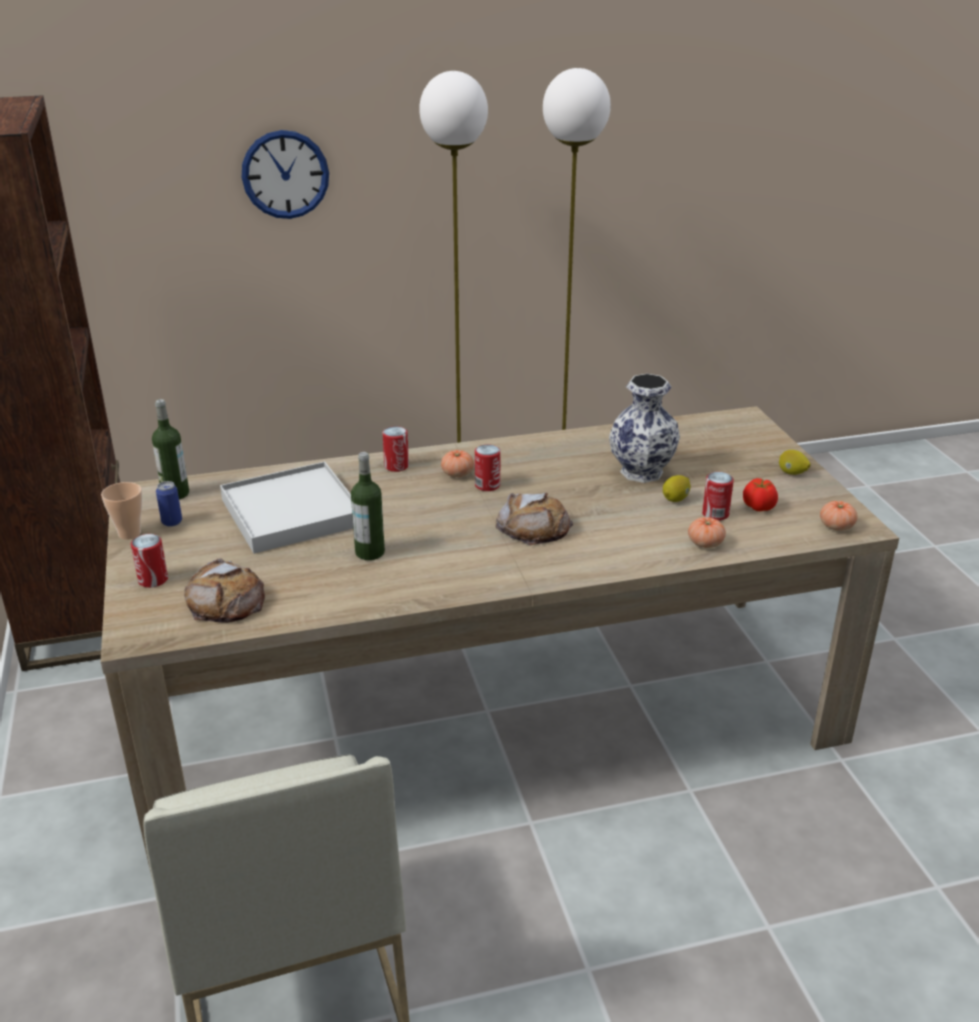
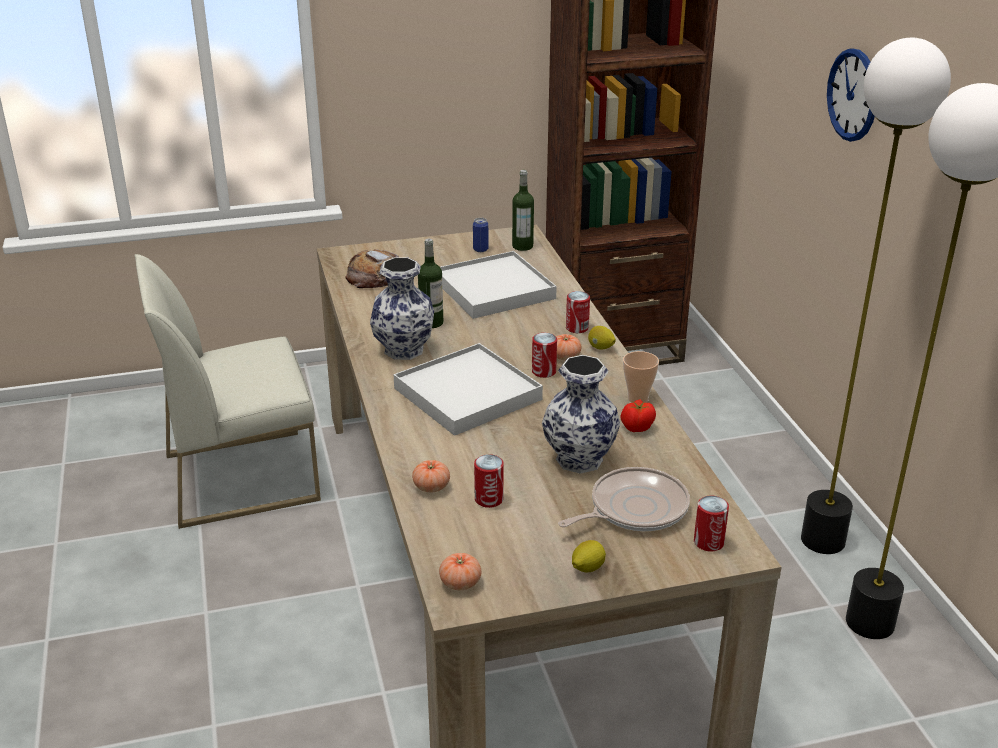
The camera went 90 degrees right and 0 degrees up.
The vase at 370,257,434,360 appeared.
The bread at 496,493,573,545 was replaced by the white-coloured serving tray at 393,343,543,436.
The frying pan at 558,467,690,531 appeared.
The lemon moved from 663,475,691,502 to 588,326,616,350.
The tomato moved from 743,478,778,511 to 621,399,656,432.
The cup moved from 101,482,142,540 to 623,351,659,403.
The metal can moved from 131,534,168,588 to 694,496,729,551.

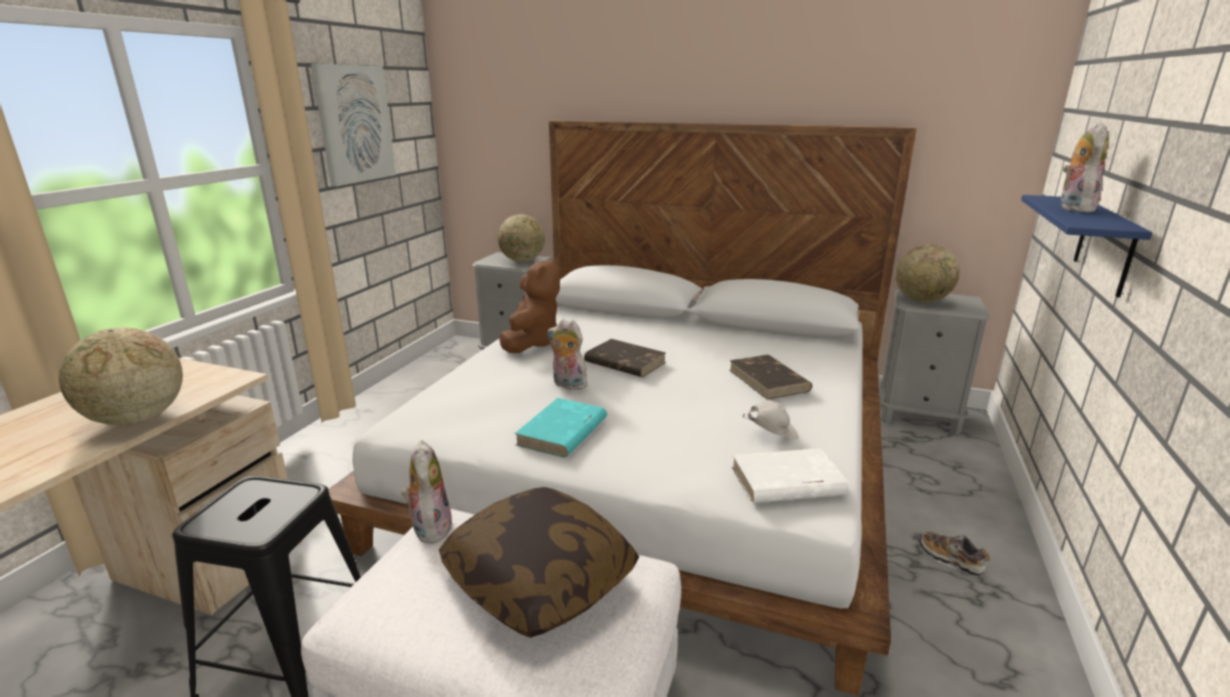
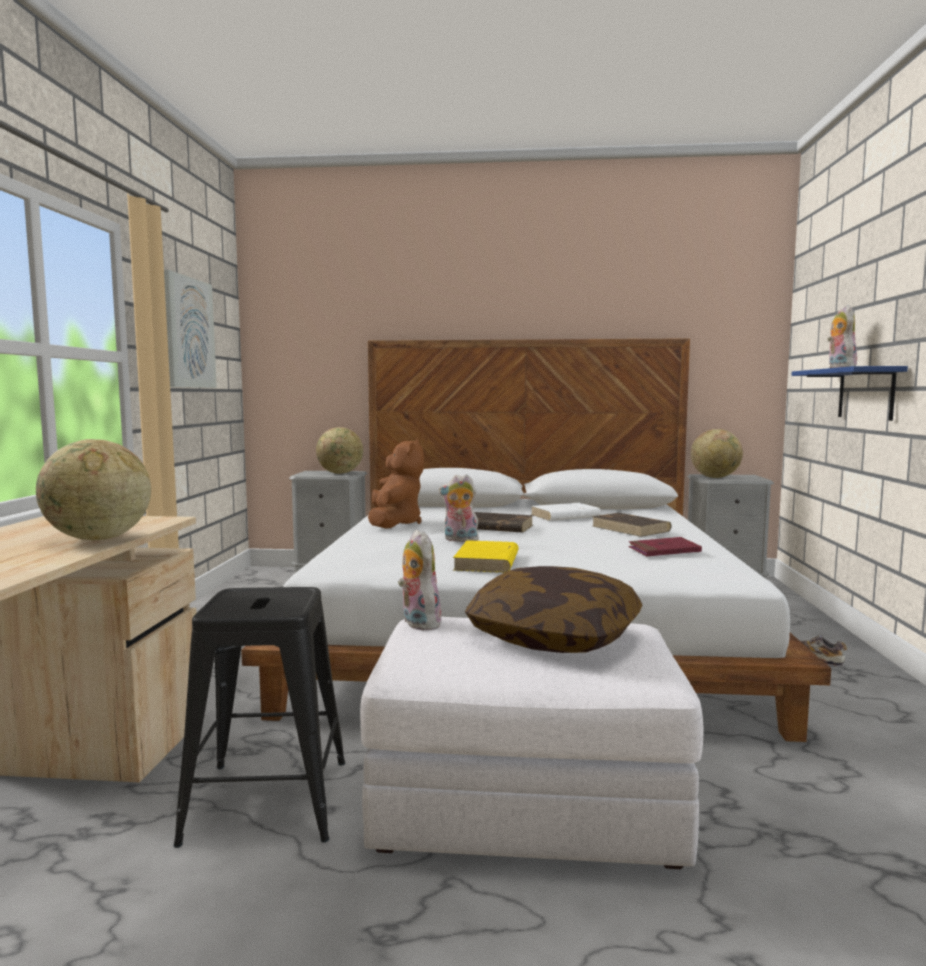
The camera went 15 degrees left and 15 degrees down.
The blue-green volume at 514,398,607,458 became the yellowish volume at 453,540,519,573.
The white-coloured volume moved from 731,448,850,503 to 531,503,601,521.
The white-coloured cap at 742,401,798,439 was replaced by the red-coloured volume at 628,537,702,556.

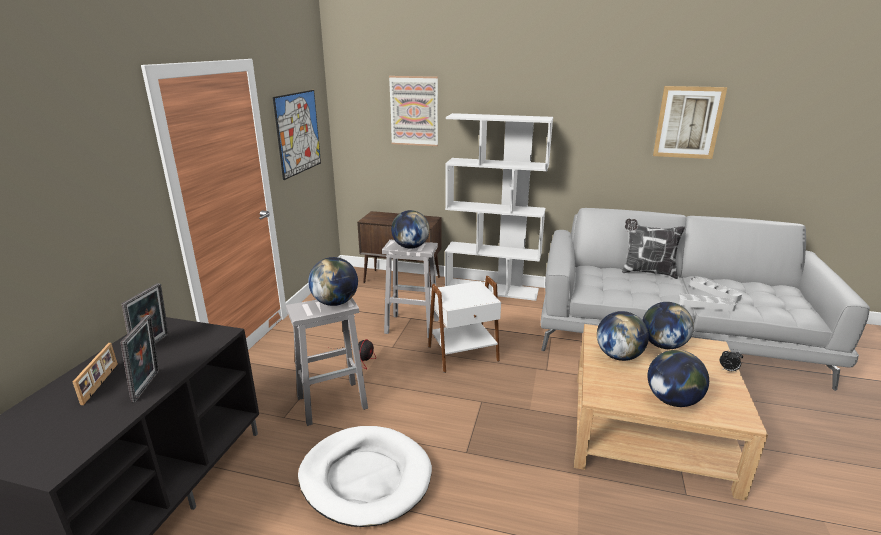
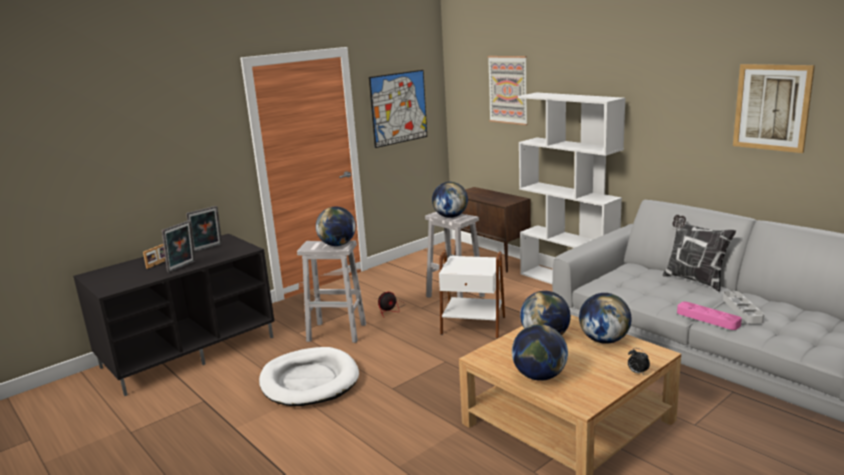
The camera went 35 degrees right and 5 degrees down.
The grey serving tray at 678,294,736,311 became the pinkish serving tray at 677,302,742,330.

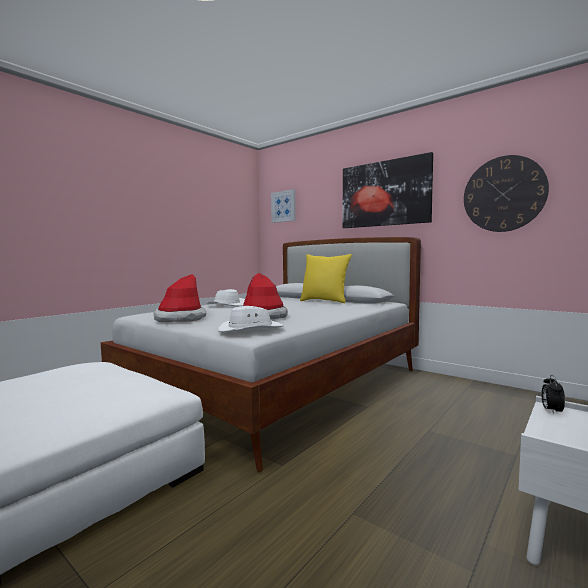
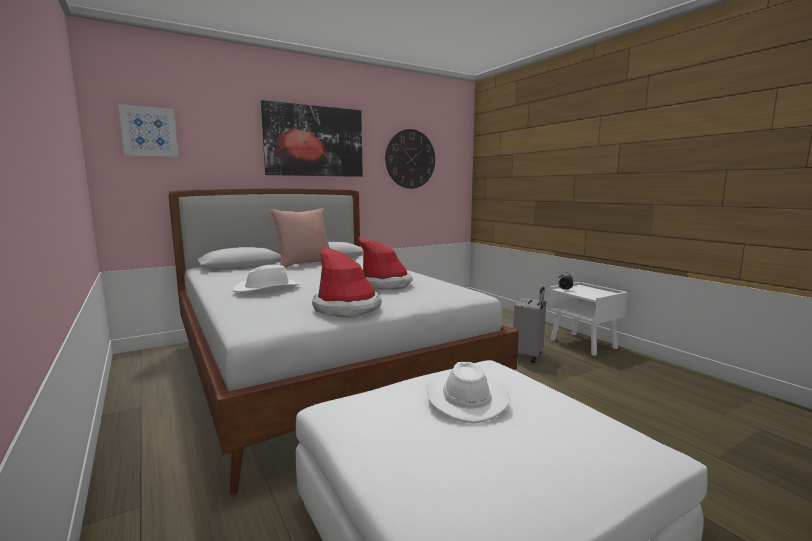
The camera went 70 degrees left and 5 degrees up.
The yellowish throw pillow at 300,254,352,303 became the pinkish throw pillow at 270,209,330,268.
The white-coloured wearable hat moved from 218,306,284,332 to 426,362,510,423.
The grey suitcase at 513,287,546,363 appeared.

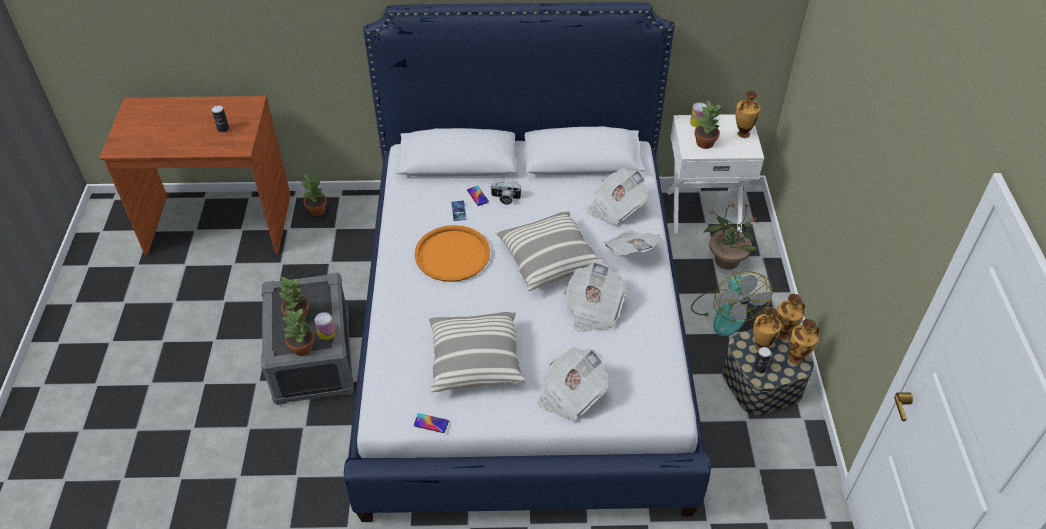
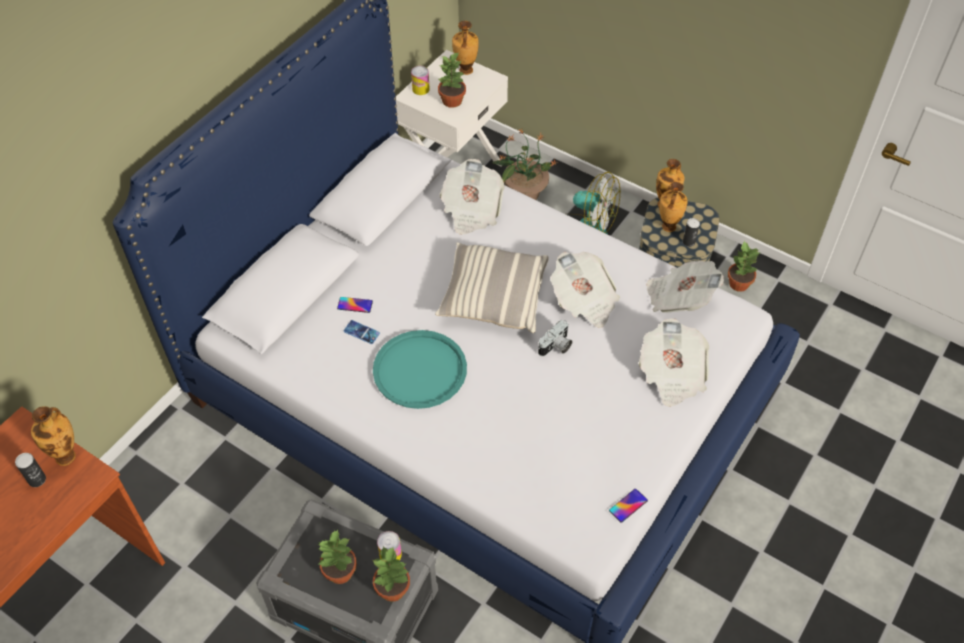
The camera went 55 degrees left and 5 degrees up.
The vase moved from 788,319,819,365 to 31,406,76,466.
The orange-coloured serving tray at 414,225,490,282 became the blue-green serving tray at 373,330,467,409.
The photo camera moved from 490,181,522,205 to 538,320,572,356.
The newspaper moved from 604,230,664,255 to 646,261,724,313.
The potted plant moved from 301,173,327,216 to 728,241,760,292.
The throw pillow at 429,311,525,392 disappeared.

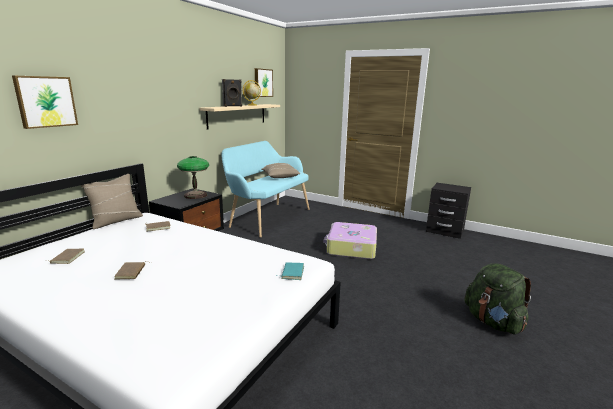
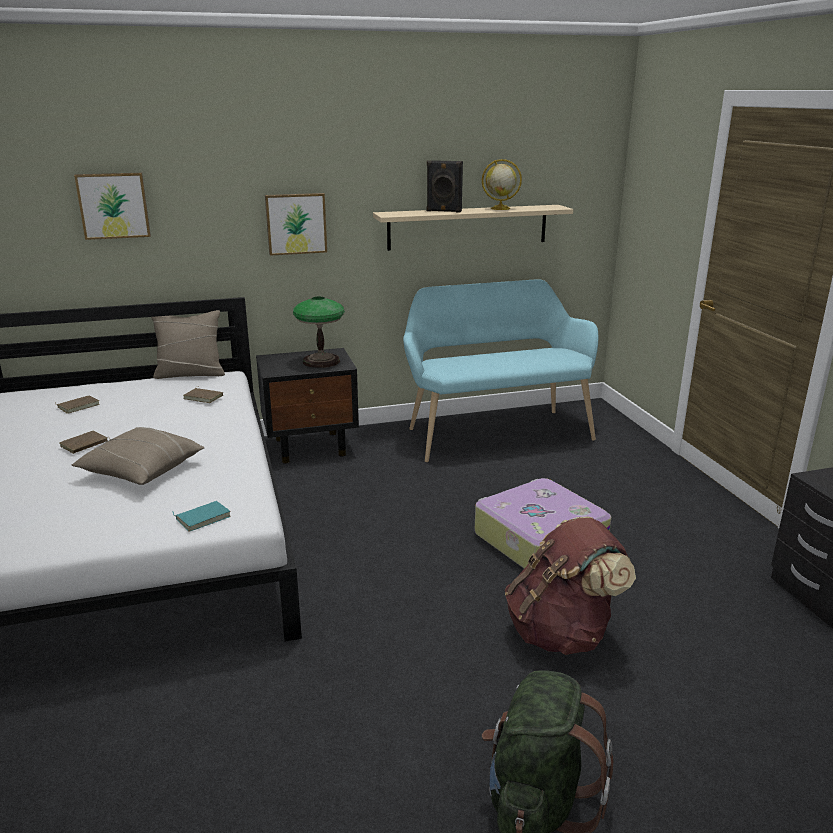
The camera went 45 degrees right and 5 degrees up.
The beige throw pillow moved from 262,163,301,178 to 72,427,204,485.
The wall art moved from 255,68,273,97 to 265,193,327,256.
The brownish backpack at 505,516,636,655 appeared.

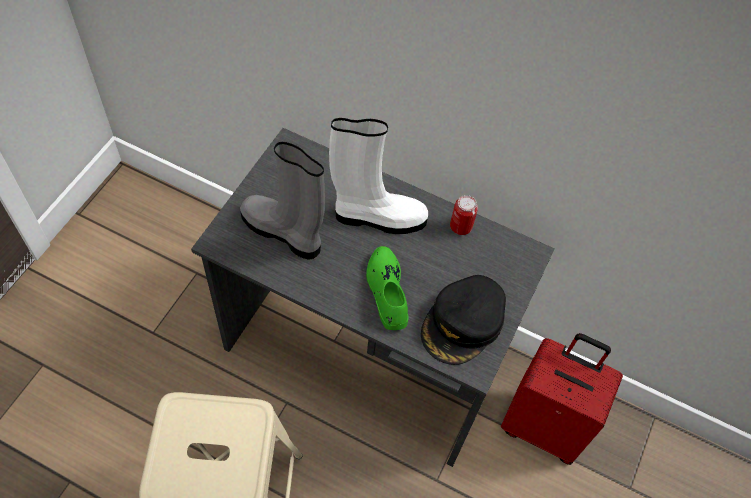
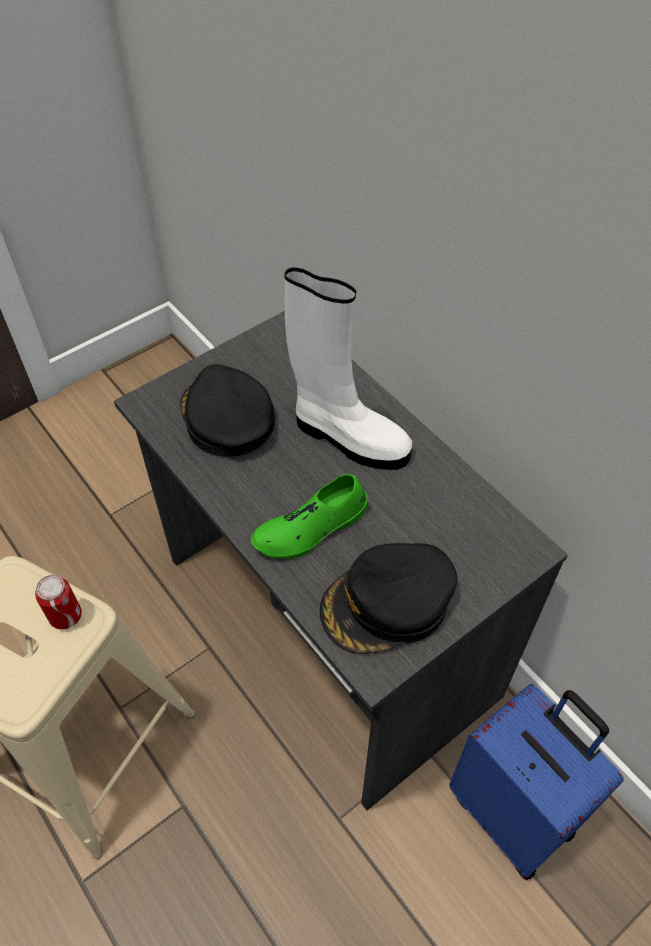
The camera went 30 degrees right and 5 degrees down.
The metal can moved from 450,195,478,235 to 35,575,82,629.
The grey high-top boot at 240,142,325,260 was replaced by the black cap at 180,364,275,457.
The greenish shoe at 366,246,409,330 turned 135 degrees counterclockwise.
The red-coloured suitcase at 501,333,623,465 became the bluish suitcase at 449,684,623,880.

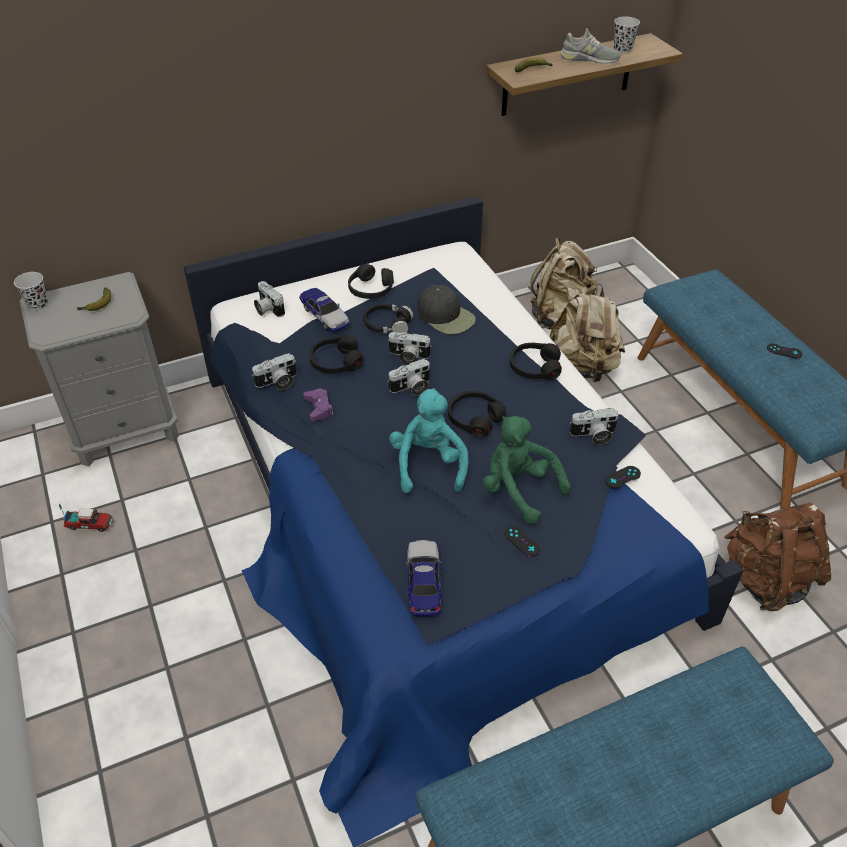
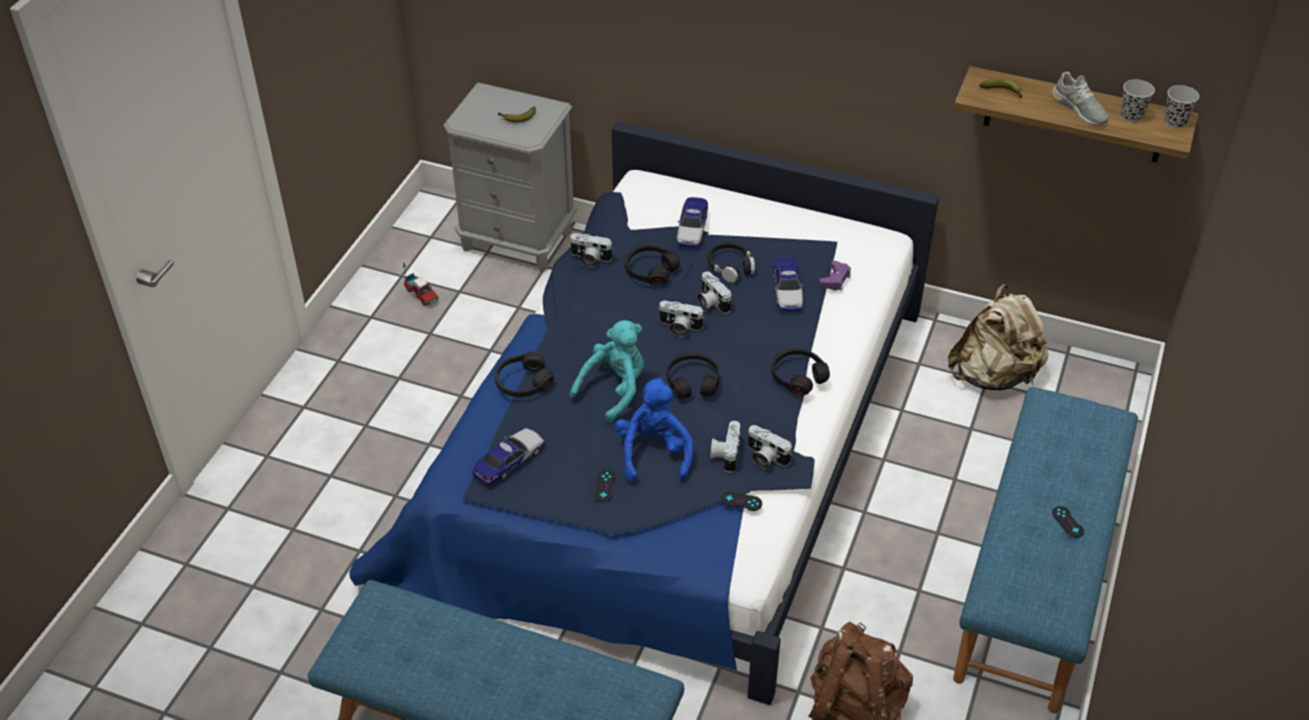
The camera went 45 degrees right and 0 degrees up.
The black headphones moved from 348,264,394,299 to 494,352,554,397.
The greenish plush toy at 483,416,571,524 became the bluish plush toy at 615,378,693,482.
The photo camera moved from 254,281,285,317 to 710,421,740,473.
The black cap at 418,285,476,334 was replaced by the miniature car at 773,257,804,312.
The purplish gamepad moved from 303,389,333,421 to 819,261,851,291.
The black cup moved from 14,272,48,311 to 1164,85,1199,128.
The beige backpack at 550,284,625,383 disappeared.

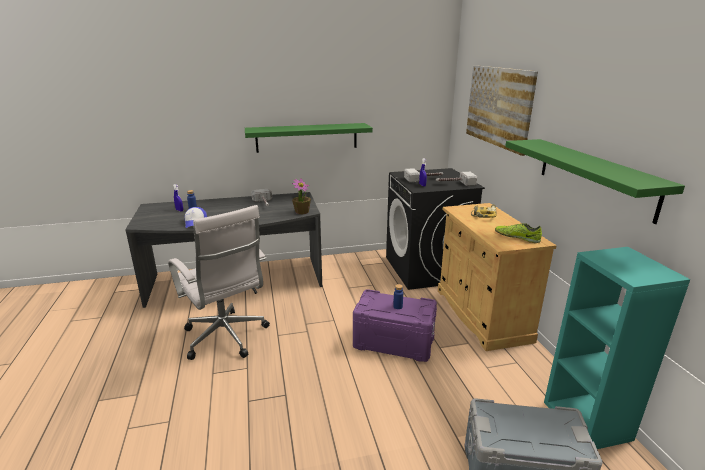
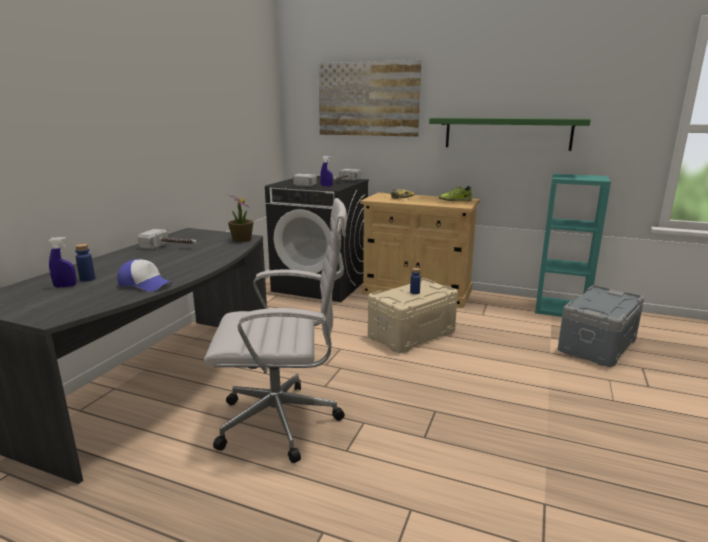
The camera went 55 degrees left and 5 degrees down.
The purplish storage container at 353,289,437,362 became the beige storage container at 368,278,458,353.
The greenish wall shelf at 245,123,373,153 disappeared.

